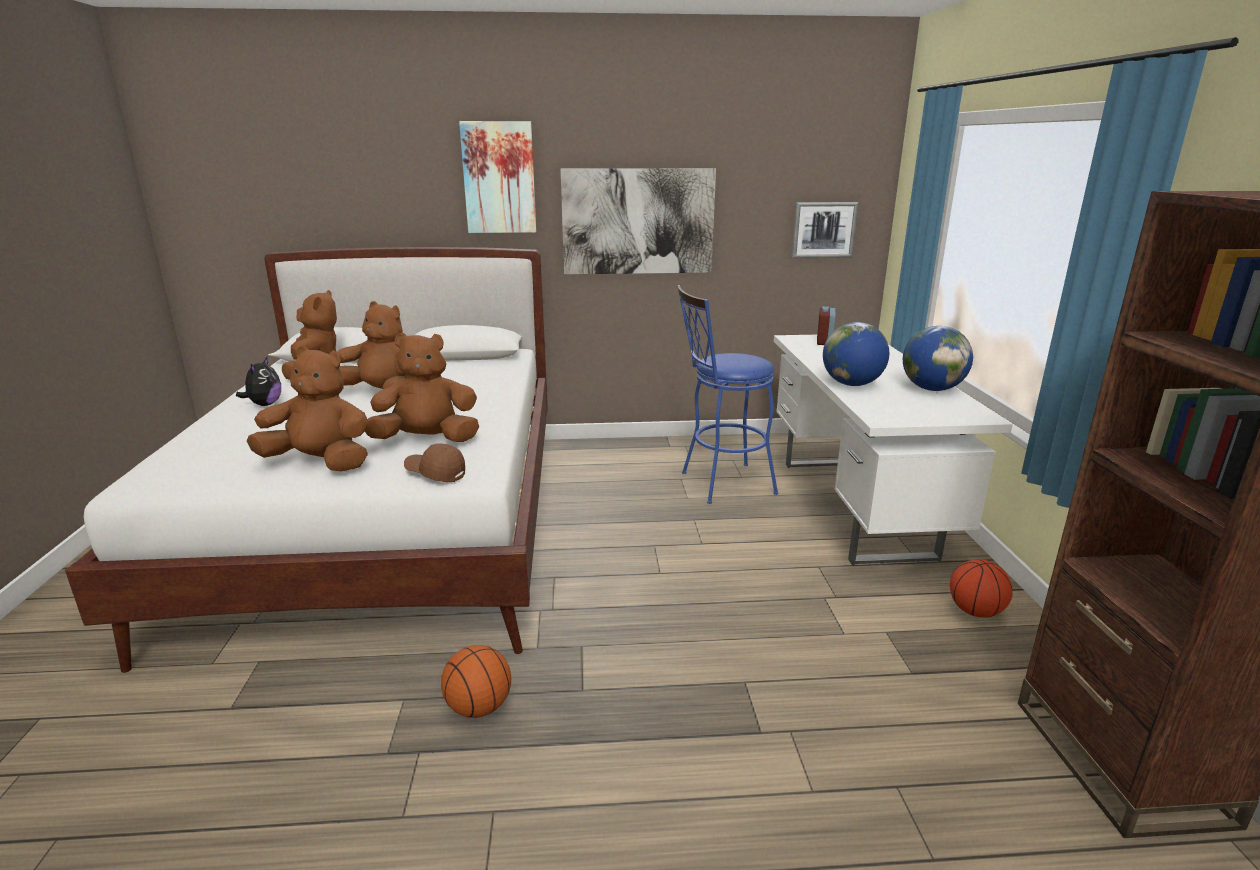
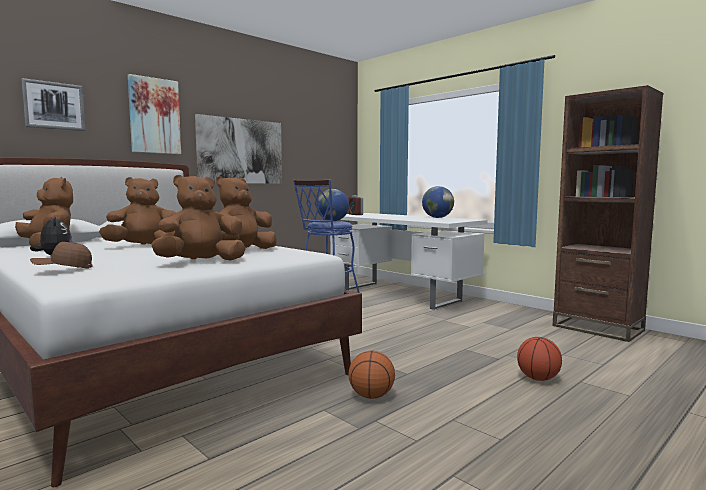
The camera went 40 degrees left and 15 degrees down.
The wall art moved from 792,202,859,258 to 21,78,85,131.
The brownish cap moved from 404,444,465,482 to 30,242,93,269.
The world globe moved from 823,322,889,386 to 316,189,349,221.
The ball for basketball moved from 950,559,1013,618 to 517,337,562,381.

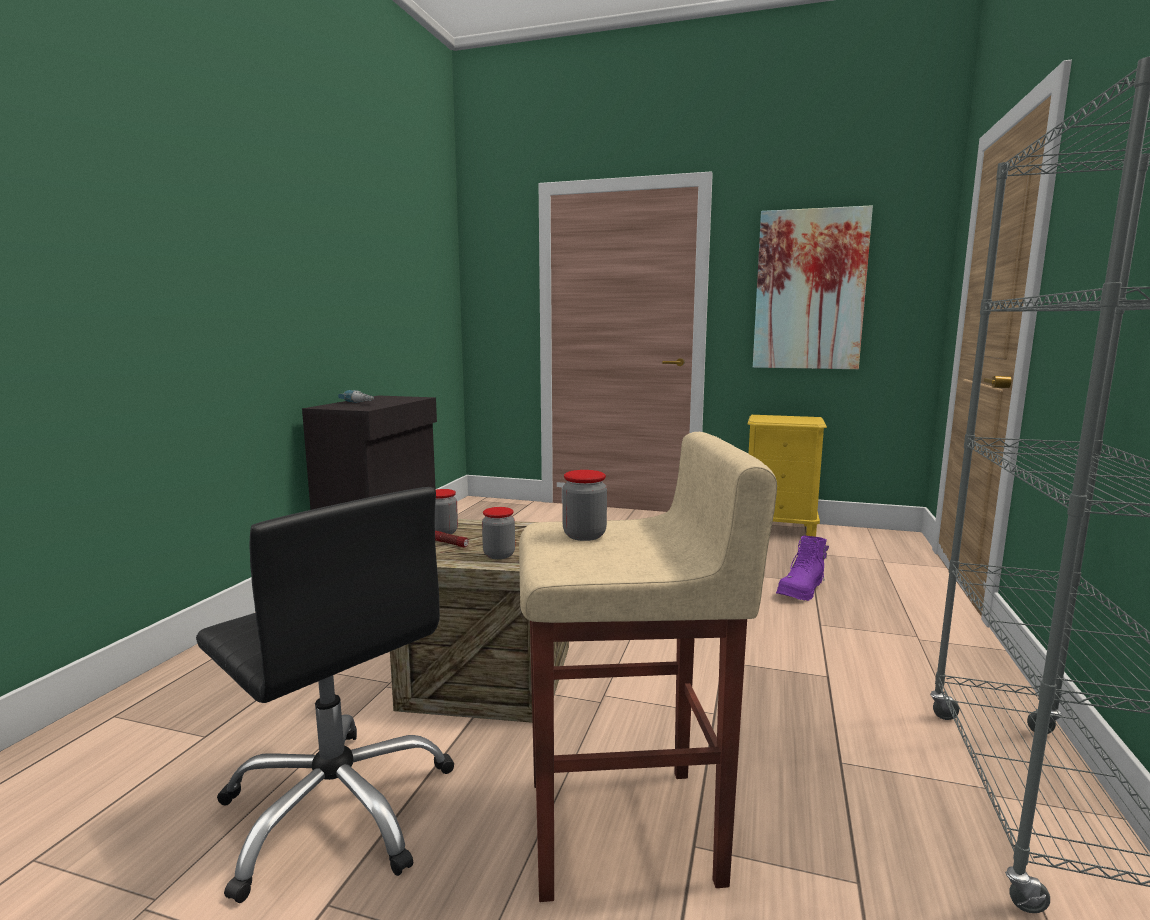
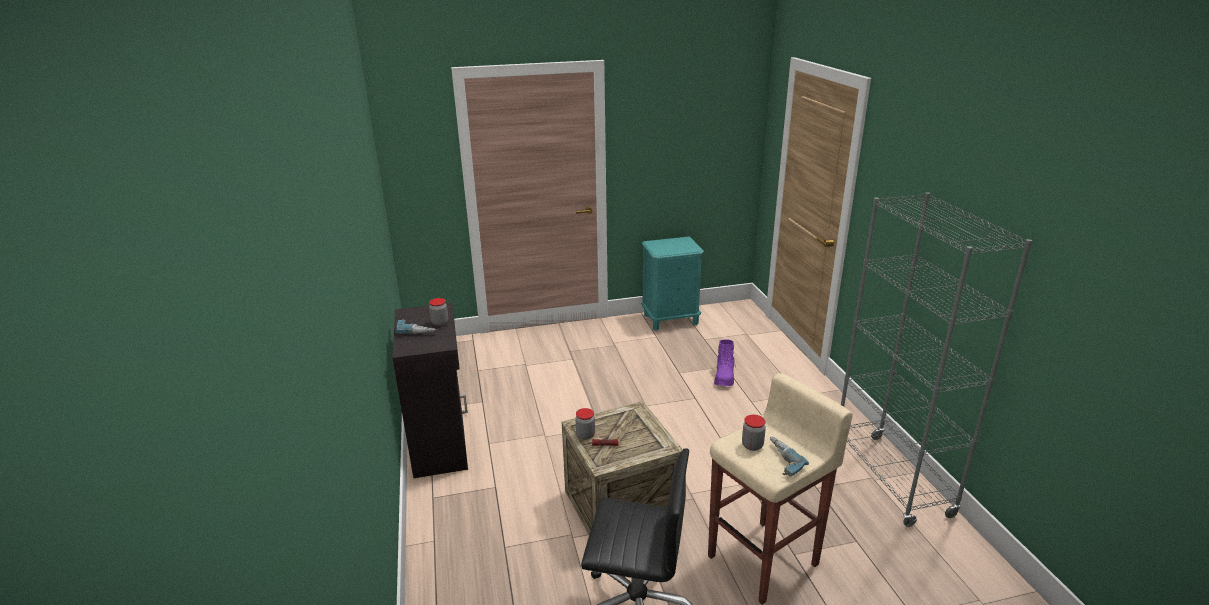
The camera went 30 degrees left and 15 degrees up.
The preserve jar moved from 482,507,515,559 to 429,298,448,326.
The yellowish nightstand at 747,415,827,537 became the blue-green nightstand at 641,236,704,331.
The power drill at 770,437,809,477 appeared.
The wall art at 753,205,873,369 disappeared.

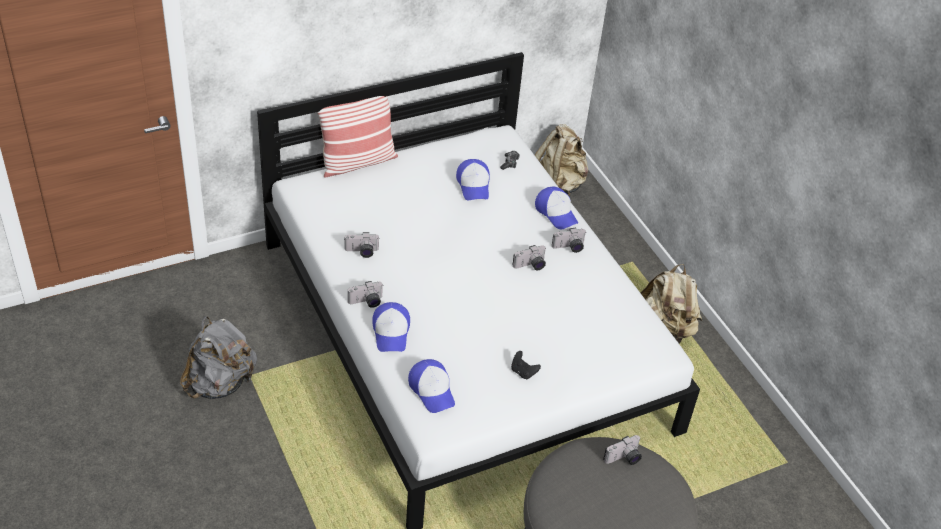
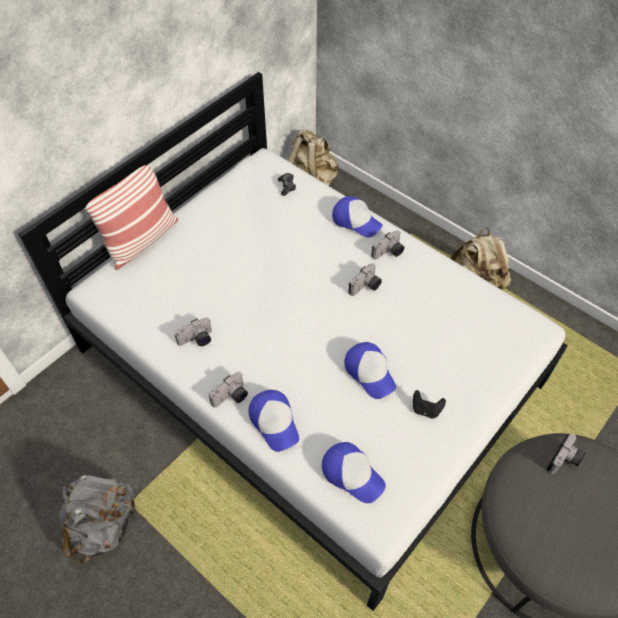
The camera went 20 degrees left and 10 degrees up.
The cap moved from 456,159,490,200 to 344,342,396,399.

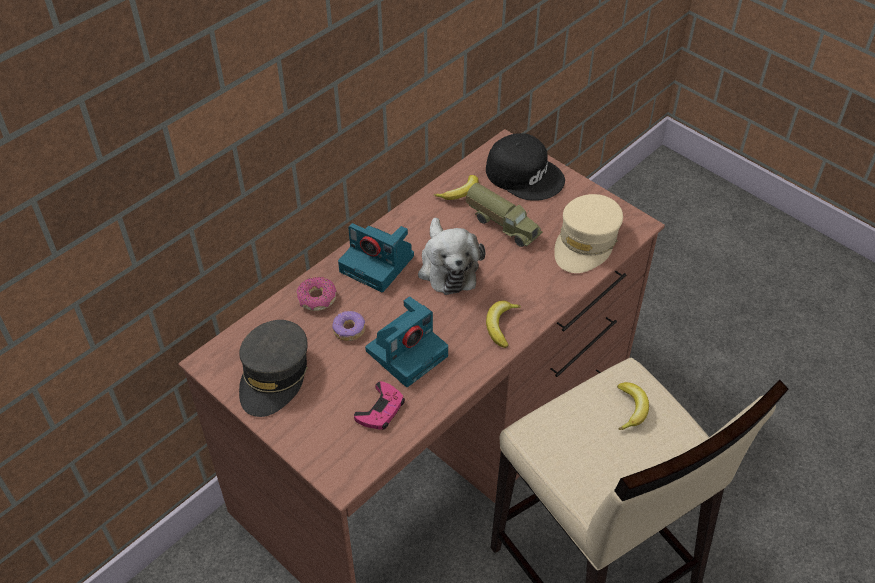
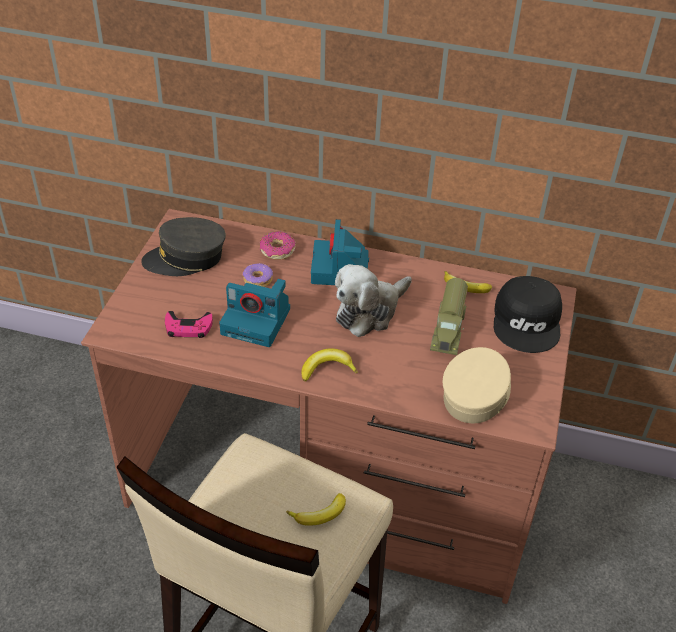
The camera went 60 degrees right and 5 degrees down.
The beige cap at 554,194,623,273 turned 120 degrees clockwise.

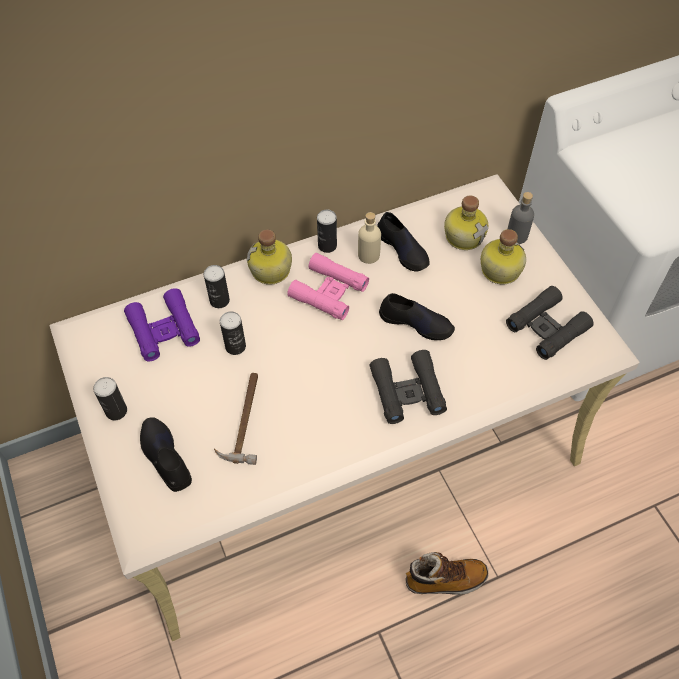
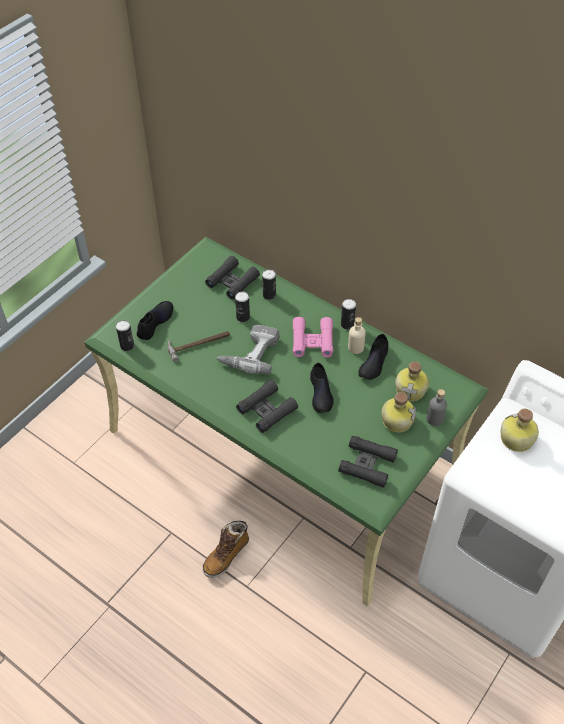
The camera went 60 degrees right and 5 degrees down.
The beige desk table at 50,174,639,641 became the greenish desk table at 84,237,488,607.
The metal can moved from 93,377,127,420 to 116,320,134,351.
The high-top boot at 405,552,489,595 turned 75 degrees clockwise.
The purplish pair of binoculars at 124,288,200,361 became the black pair of binoculars at 205,256,260,300.
The power drill at 217,325,279,375 appeared.
The drink bottle moved from 247,229,292,285 to 501,409,539,452.

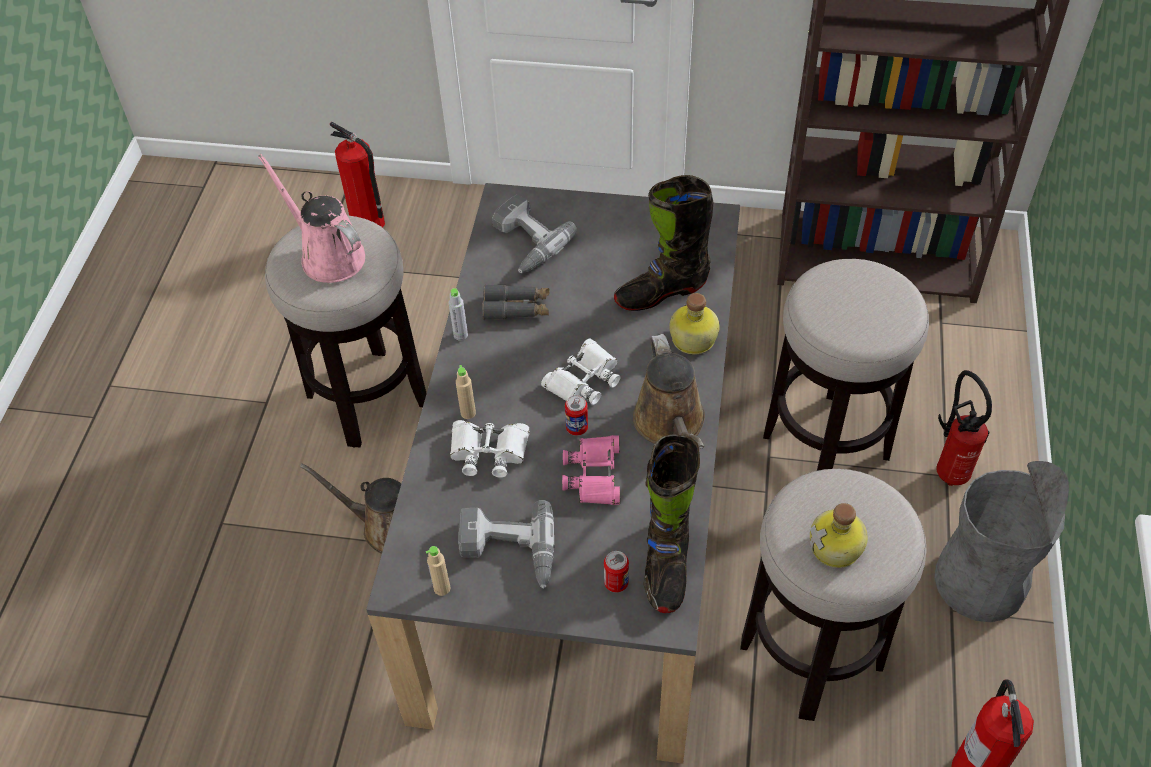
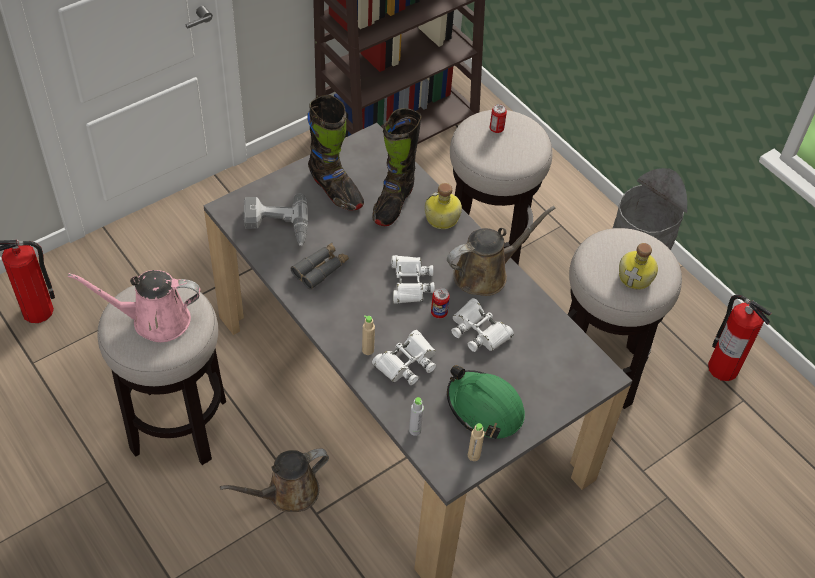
The camera went 50 degrees left and 0 degrees up.
The black high-top boot moved from 644,434,700,613 to 307,95,364,210.
The grey drink bottle moved from 449,288,468,341 to 409,397,424,436.
The brownish watering can at 633,334,705,449 turned 60 degrees counterclockwise.
The power drill at 458,500,555,589 was replaced by the greenish hard hat at 447,365,525,439.
The pinkish pair of binoculars at 562,435,620,505 became the white-coloured pair of binoculars at 451,298,514,352.
The metal can moved from 604,551,629,593 to 490,104,507,133.
The extinguisher at 937,370,992,486 disappeared.

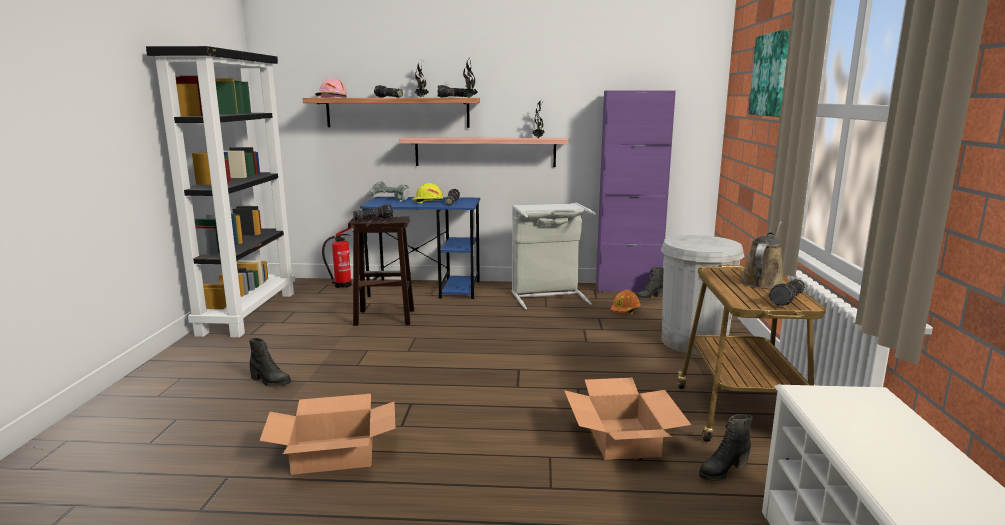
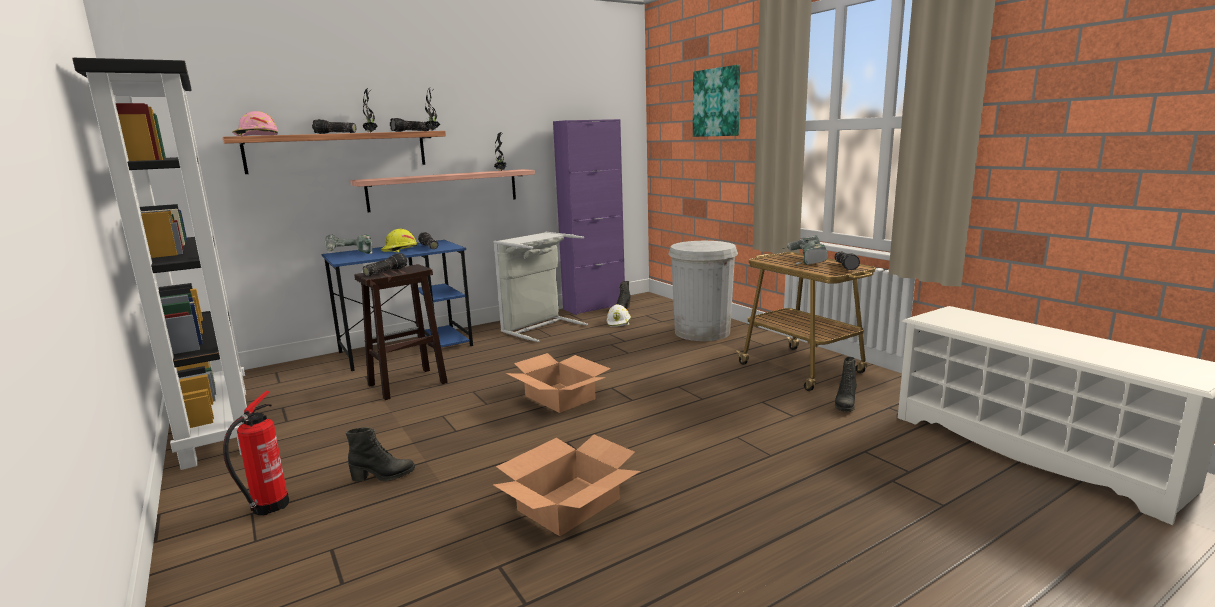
The camera went 35 degrees left and 0 degrees up.
The extinguisher moved from 322,228,352,288 to 223,391,289,515.
The cardboard box moved from 564,378,691,460 to 506,353,611,413.
The orange-coloured hard hat at 610,290,640,314 became the white-coloured hard hat at 607,304,631,327.
The brownish watering can at 739,221,783,289 was replaced by the power drill at 781,235,828,265.

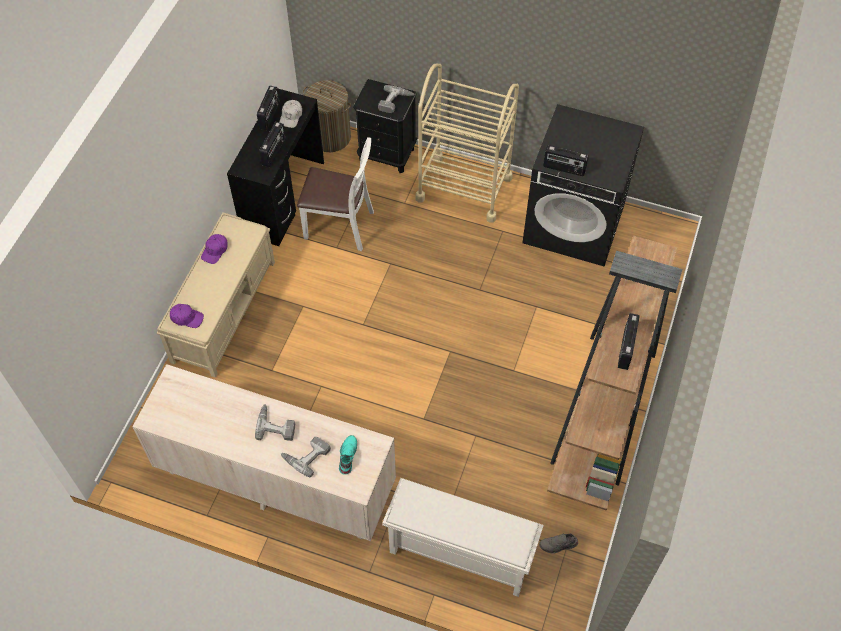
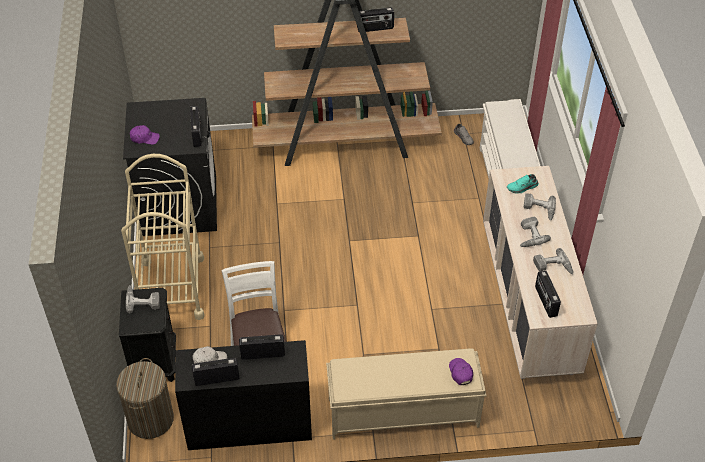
The camera went 115 degrees left and 10 degrees down.
The purplish cap moved from 201,234,228,264 to 130,125,160,145.
The power drill at 533,248,573,274 appeared.
The radio at 535,271,561,318 appeared.

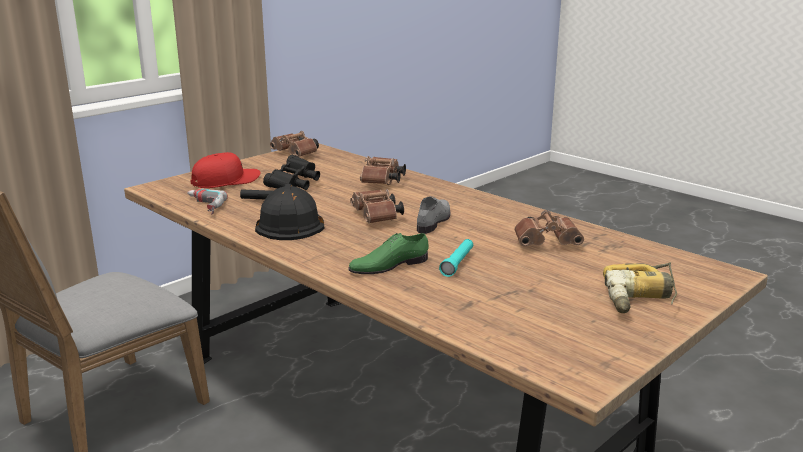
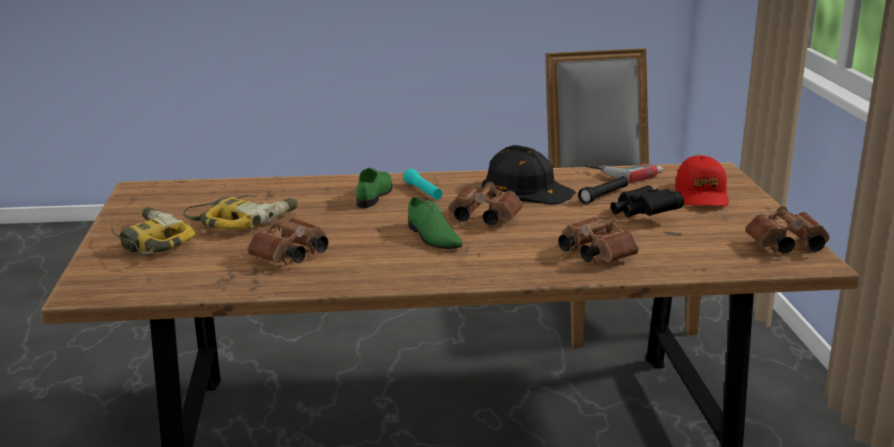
The camera went 130 degrees right and 0 degrees up.
The power drill at 183,195,298,230 appeared.
The blue-green hand torch moved from 439,239,473,277 to 403,169,443,200.
The grey shoe at 417,196,451,234 became the greenish shoe at 408,197,463,249.

